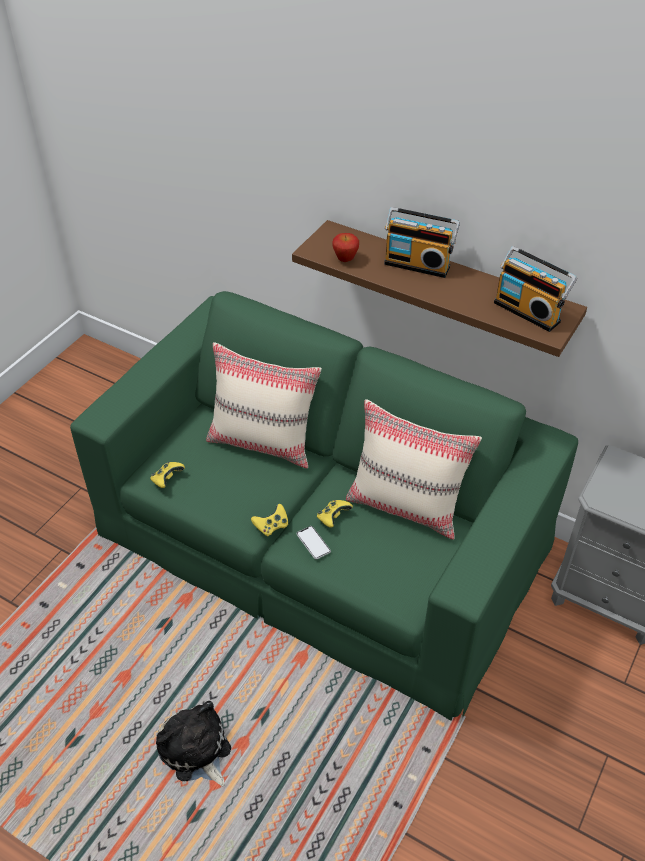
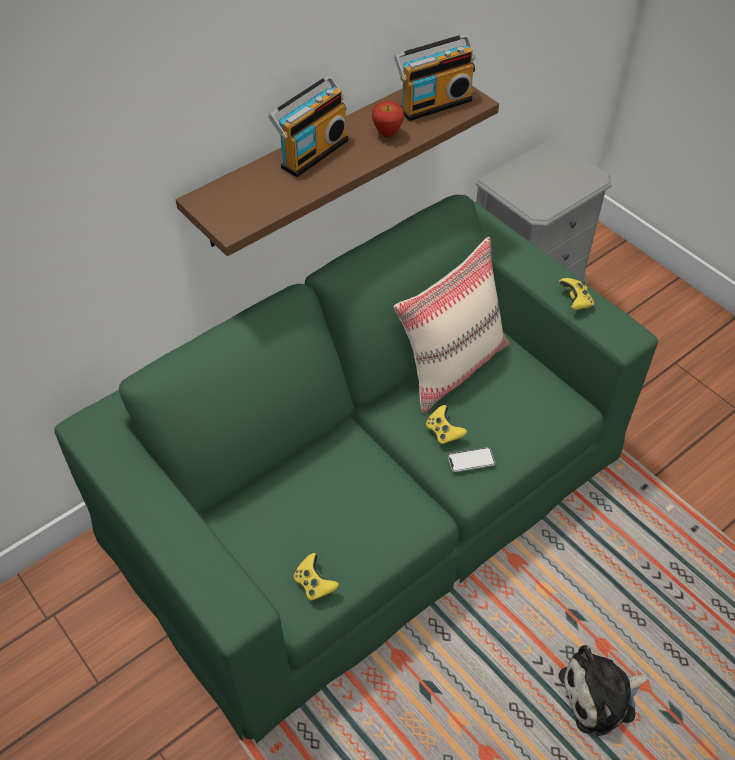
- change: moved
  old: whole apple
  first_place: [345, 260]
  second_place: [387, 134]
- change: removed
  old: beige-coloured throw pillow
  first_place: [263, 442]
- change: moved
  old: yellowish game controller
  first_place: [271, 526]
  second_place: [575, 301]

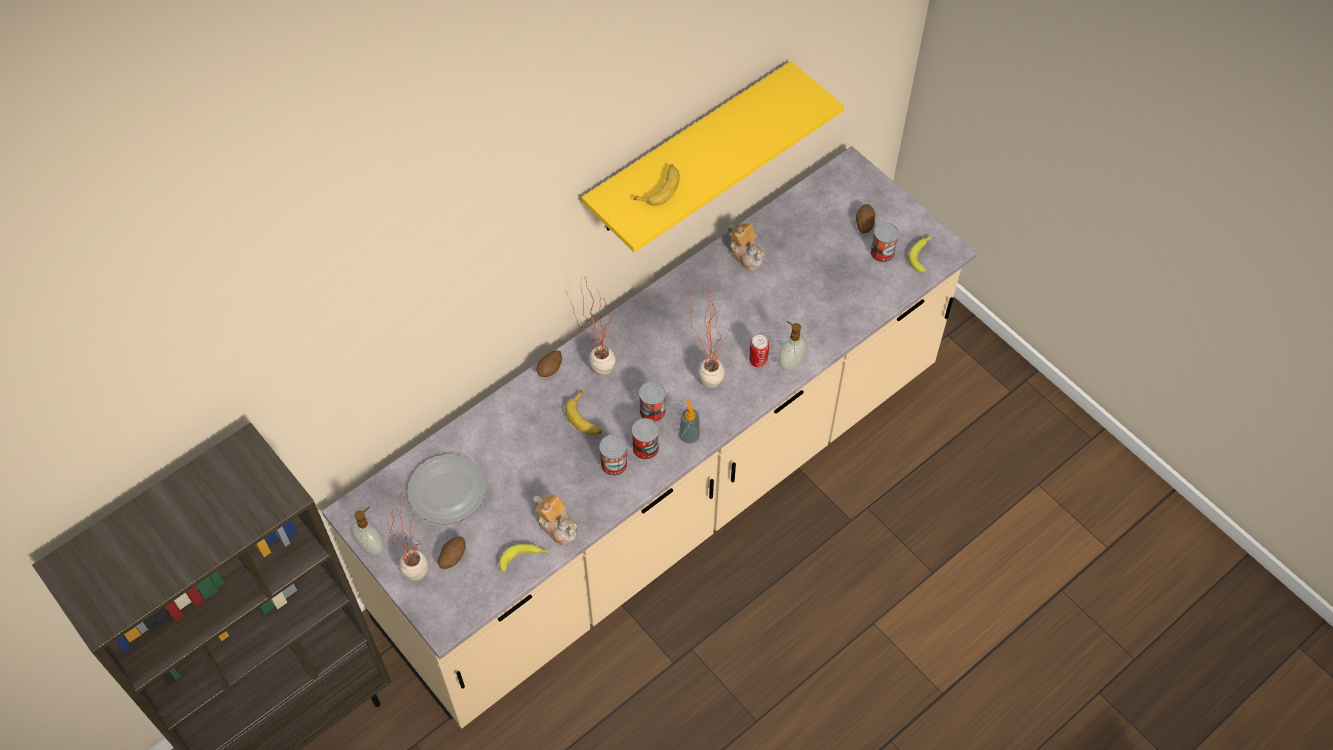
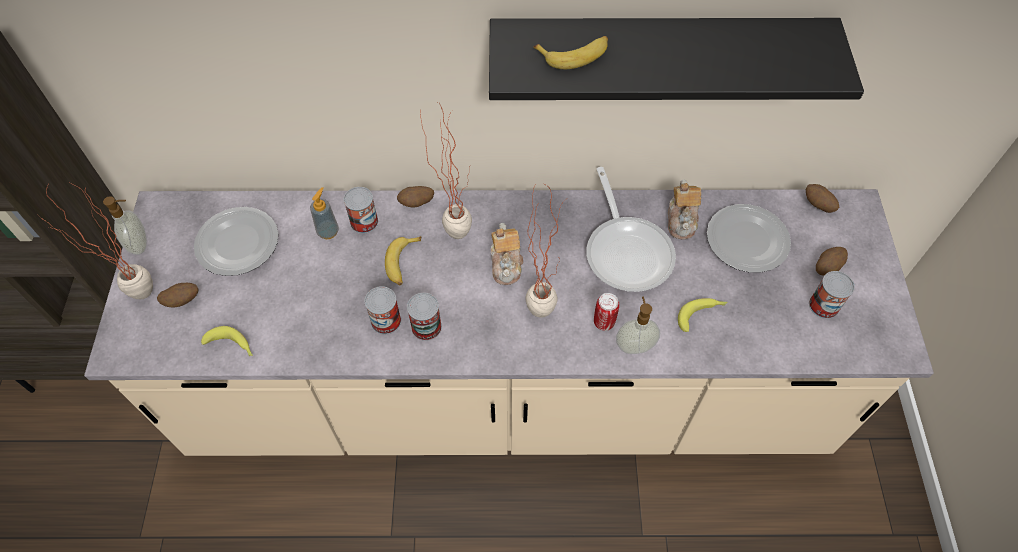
- change: recoloured
  old: yellowish wall shelf
  new: black wall shelf
  first_place: [688, 151]
  second_place: [657, 54]
- change: moved
  old: banana
  first_place: [922, 254]
  second_place: [701, 315]
- change: moved
  old: can
  first_place: [652, 411]
  second_place: [364, 222]
- change: moved
  old: soap bottle
  first_place: [689, 436]
  second_place: [328, 231]
- change: moved
  old: pot for tea
  first_place: [557, 526]
  second_place: [506, 264]
- change: added
  new: pan
  second_place: [627, 251]
- change: added
  new: whole potato
  second_place: [817, 205]
- change: added
  new: dinner plate
  second_place: [746, 239]

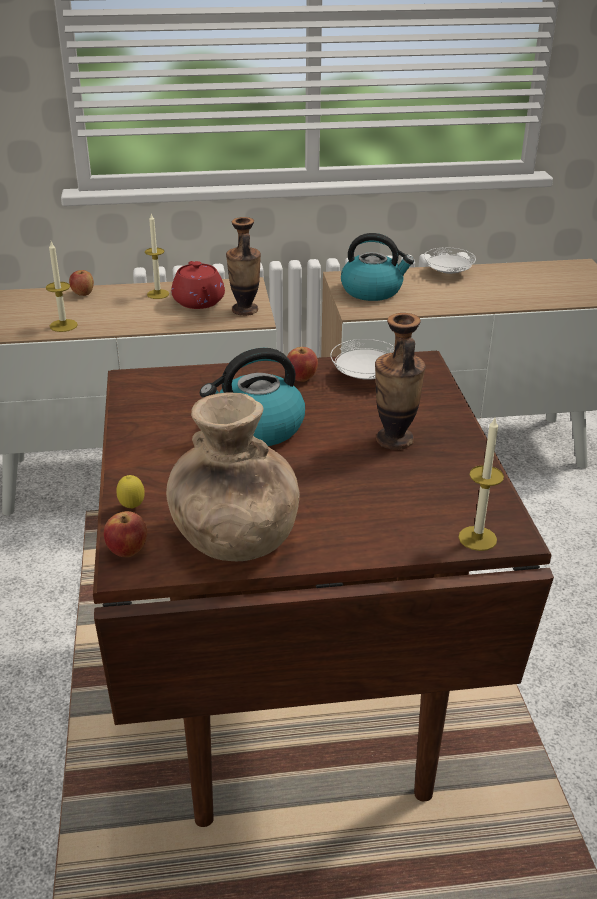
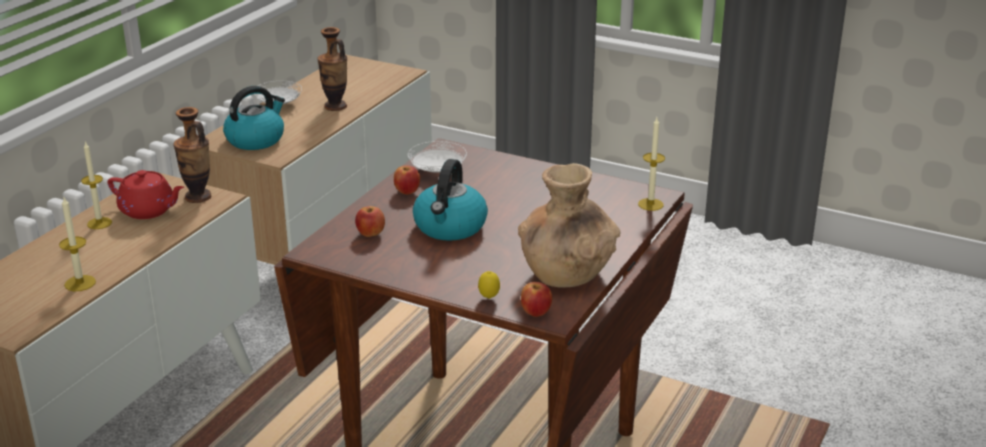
- change: moved
  old: whole apple
  first_place: [83, 294]
  second_place: [370, 234]
- change: moved
  old: flower vase
  first_place: [394, 440]
  second_place: [335, 106]

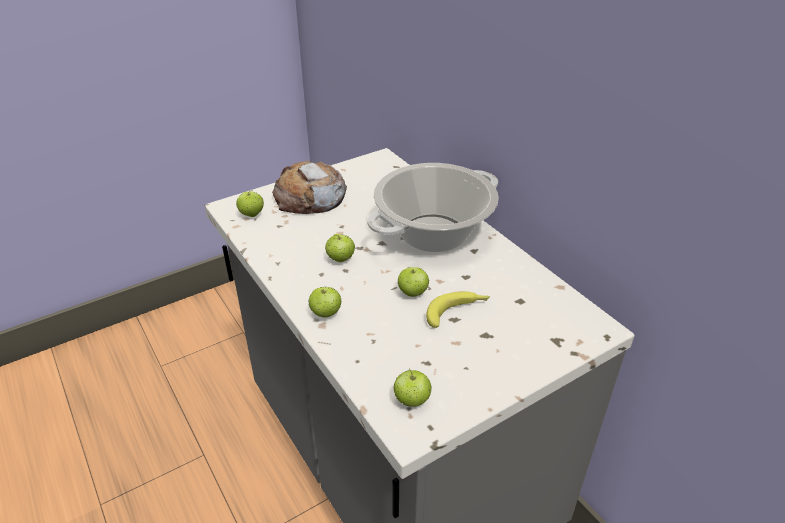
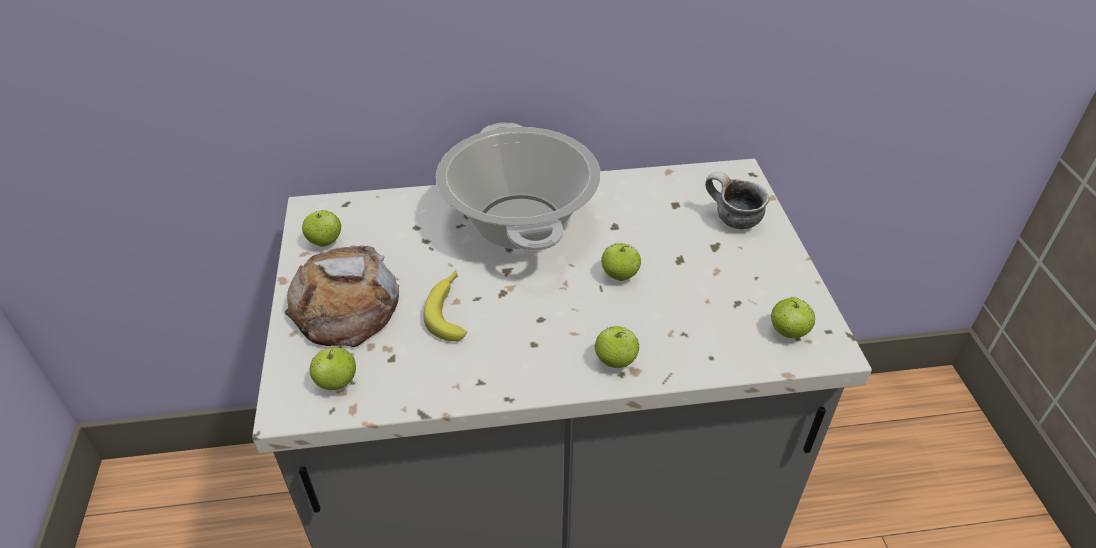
- change: moved
  old: whole apple
  first_place: [340, 259]
  second_place: [325, 242]
- change: moved
  old: banana
  first_place: [457, 312]
  second_place: [450, 309]
- change: added
  new: coffee mug
  second_place: [730, 220]

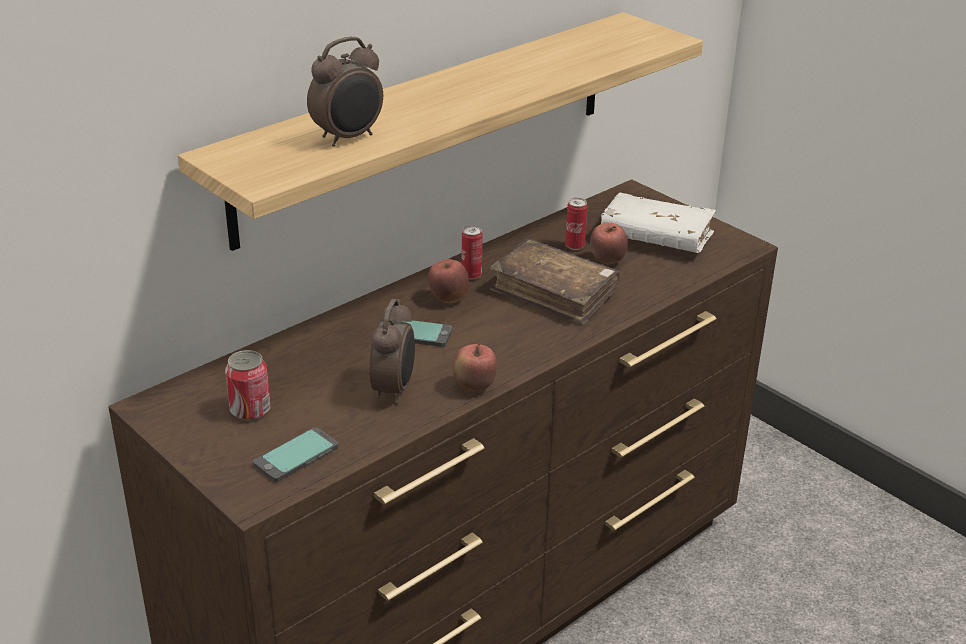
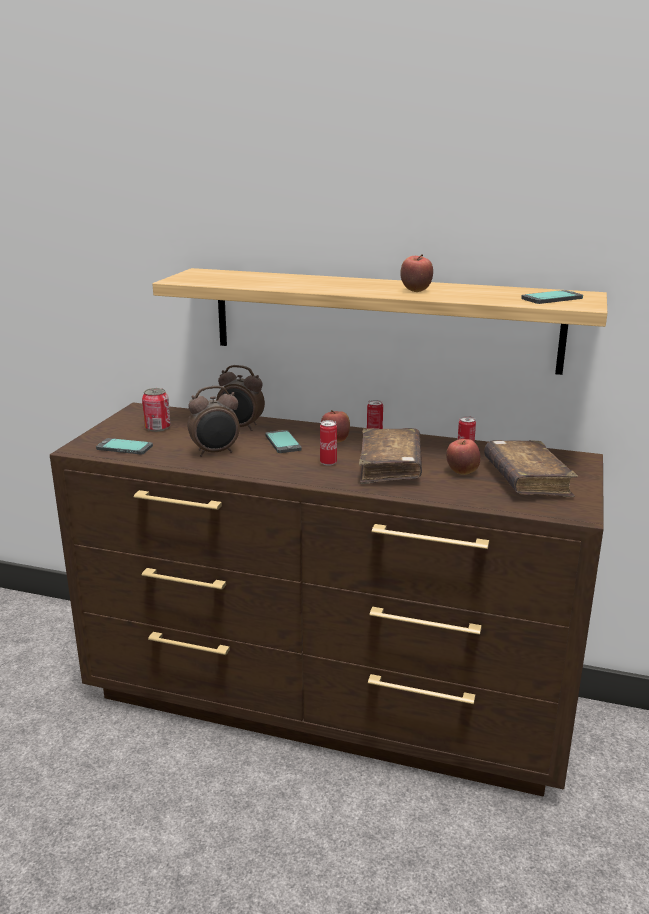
- change: moved
  old: alarm clock
  first_place: [349, 138]
  second_place: [241, 427]
- change: recoloured
  old: whitish volume
  new: brownish volume
  first_place: [655, 237]
  second_place: [526, 480]
- change: moved
  old: whole apple
  first_place: [474, 387]
  second_place: [415, 291]
- change: added
  new: handset
  second_place: [551, 298]
- change: added
  new: can
  second_place: [328, 463]

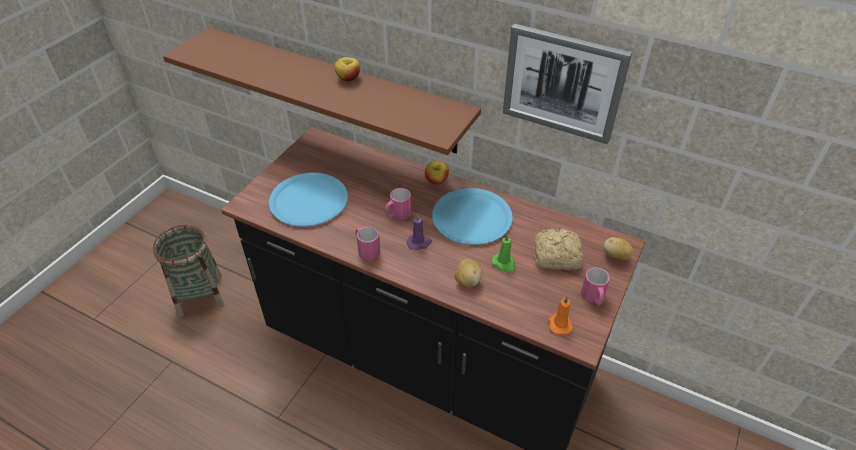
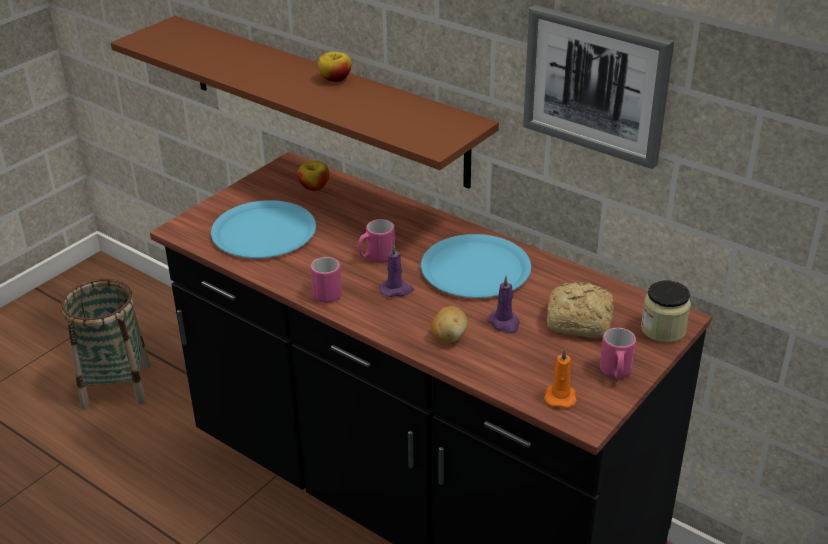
- change: moved
  old: whole apple
  first_place: [436, 180]
  second_place: [314, 187]
- change: recoloured
  old: greenish candle
  new: purplish candle
  first_place: [504, 264]
  second_place: [504, 323]
- change: replaced
  old: whole potato
  new: preserve jar
  first_place: [615, 256]
  second_place: [663, 329]

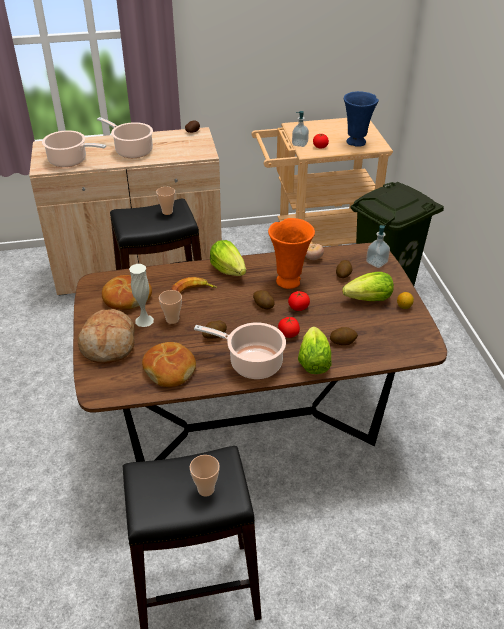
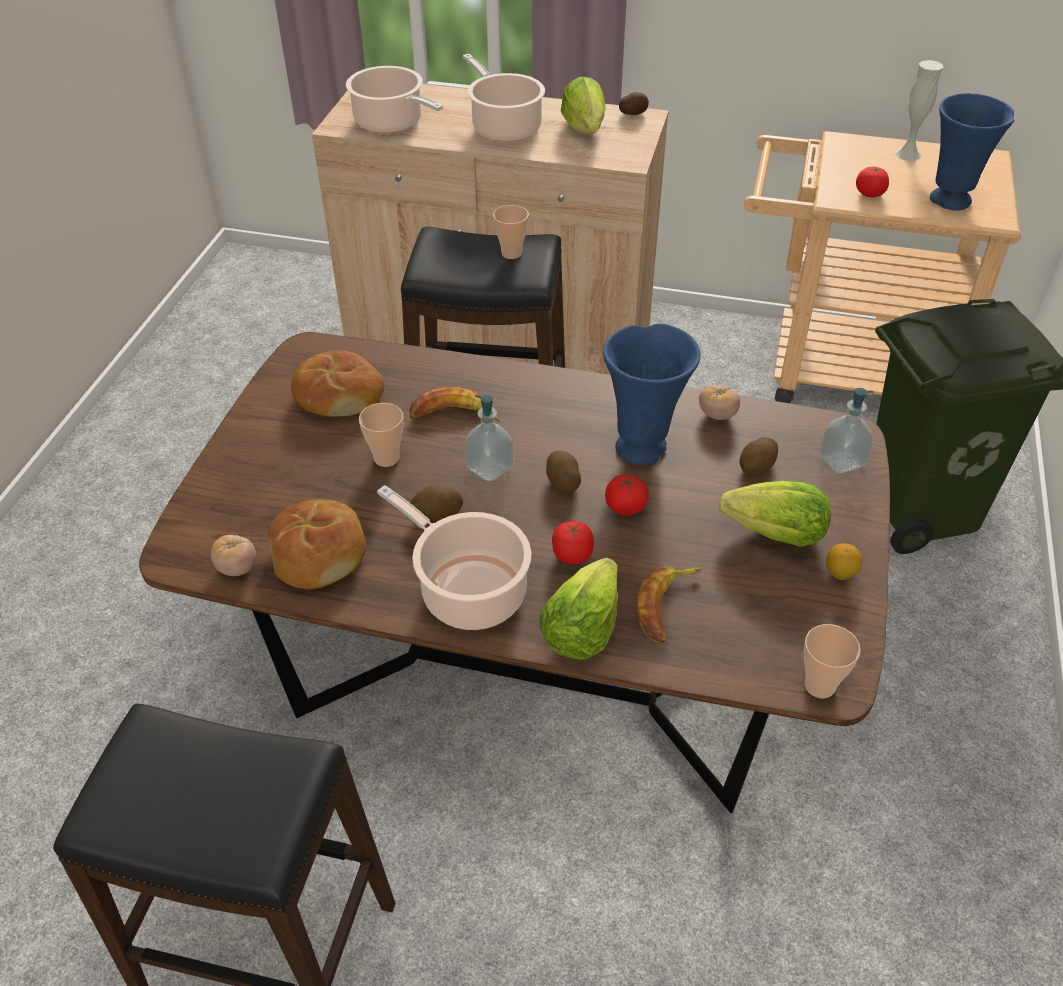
- change: moved
  old: soap bottle
  first_place: [300, 144]
  second_place: [489, 468]
- change: recoloured
  old: orangey flower vase
  new: blue-coloured flower vase
  first_place: [289, 280]
  second_place: [643, 447]
- change: moved
  old: lettuce
  first_place: [228, 270]
  second_place: [585, 128]
- change: moved
  old: whitish flower vase
  first_place: [144, 320]
  second_place: [908, 154]
- change: removed
  old: bakery bread
  first_place: [109, 345]
- change: replaced
  old: whole potato
  new: banana
  first_place: [343, 342]
  second_place: [666, 606]
- change: moved
  old: drinking cup
  first_place: [206, 489]
  second_place: [819, 686]
- change: added
  new: tomato
  second_place: [237, 568]

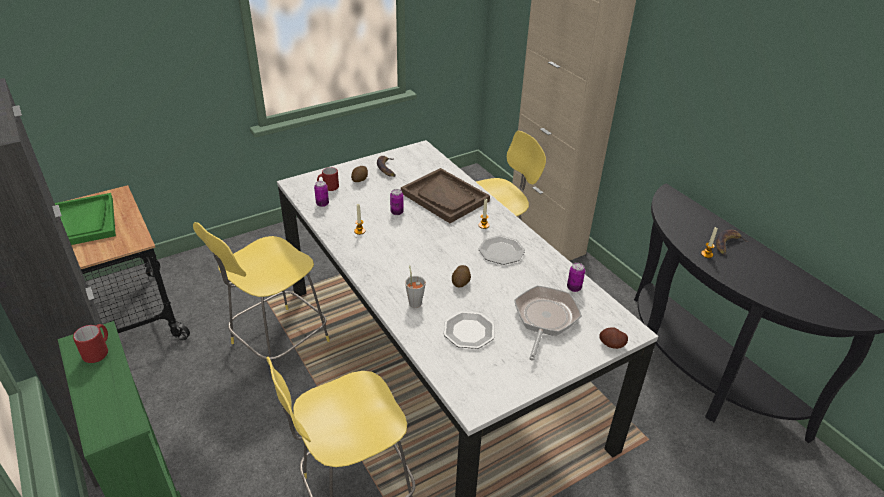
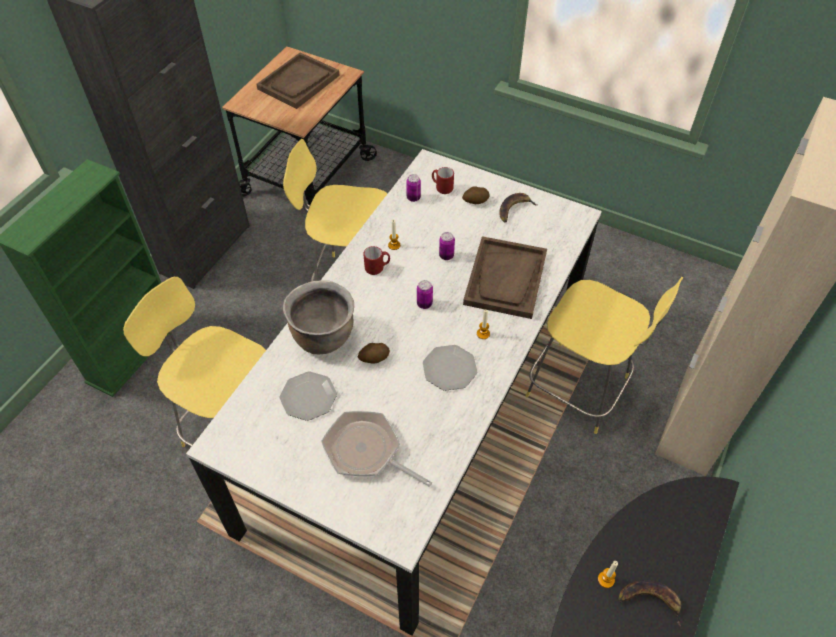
- change: recoloured
  old: greenish tray
  new: brownish tray
  first_place: [84, 222]
  second_place: [298, 82]
- change: moved
  old: can
  first_place: [574, 288]
  second_place: [424, 304]
- change: replaced
  old: grey drinking cup
  new: brownish saucepot
  first_place: [414, 301]
  second_place: [323, 336]
- change: turned
  old: pan
  first_place: [544, 319]
  second_place: [367, 451]
  degrees: -135
- change: moved
  old: red-coloured coffee mug
  first_place: [99, 352]
  second_place: [377, 268]
- change: removed
  old: whole potato
  first_place: [612, 344]

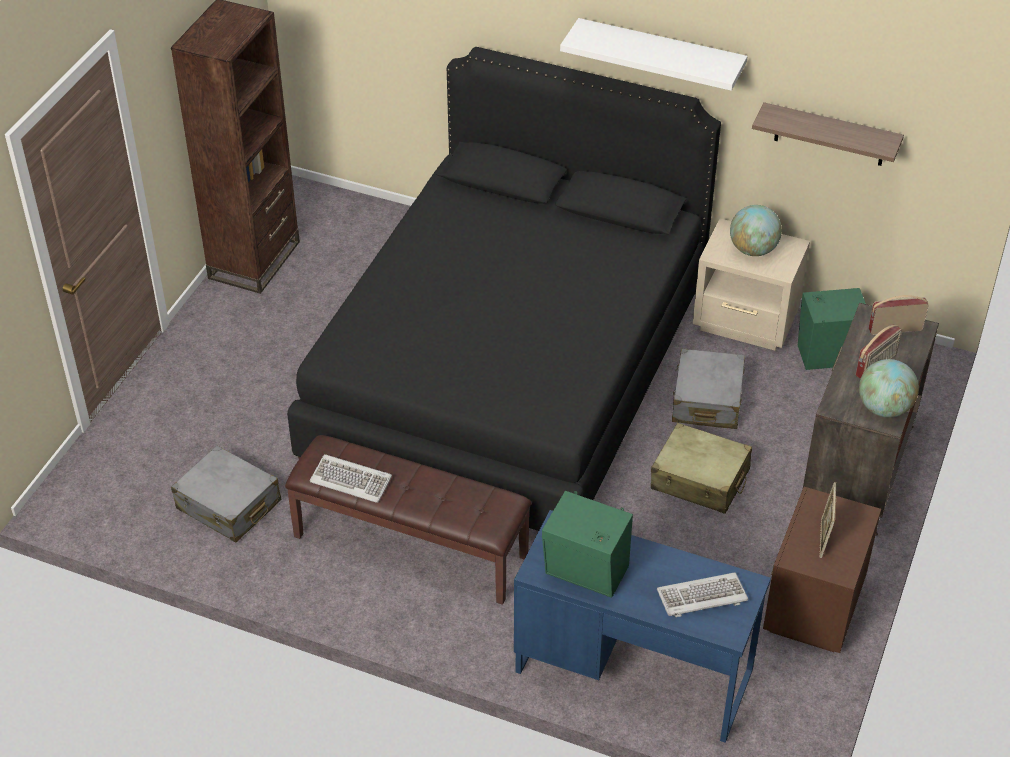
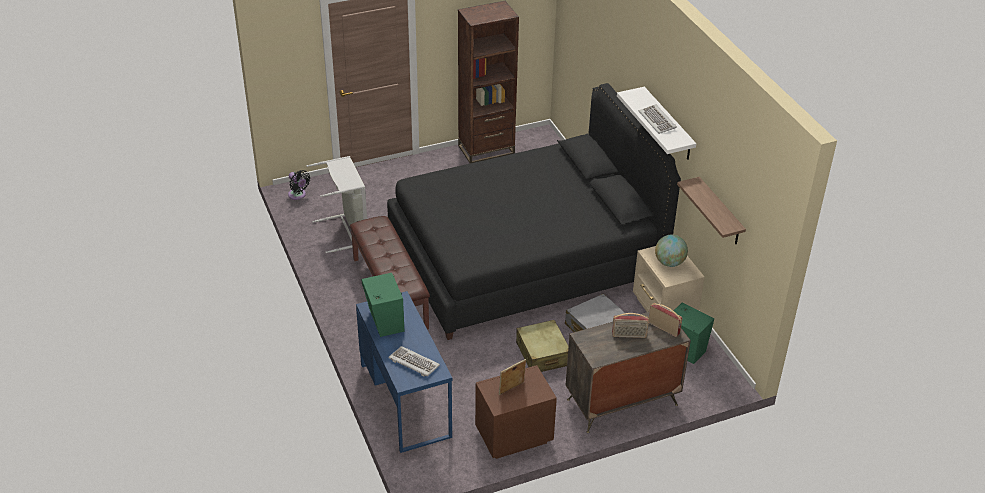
- change: removed
  old: world globe
  first_place: [884, 408]
- change: replaced
  old: grey travel case
  new: grey washing basket
  first_place: [228, 505]
  second_place: [347, 232]
- change: moved
  old: keyboard
  first_place: [351, 480]
  second_place: [657, 120]
- change: added
  new: black cooling fan
  second_place: [298, 195]

